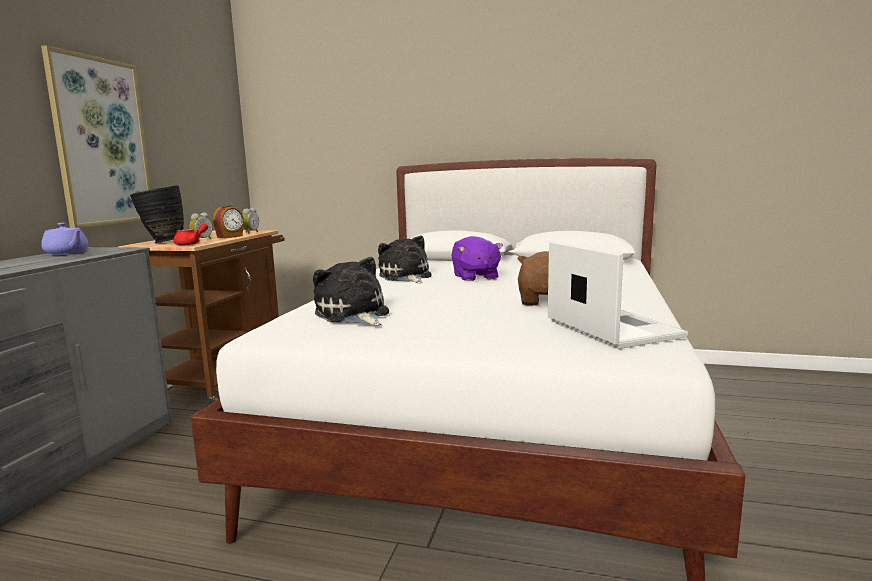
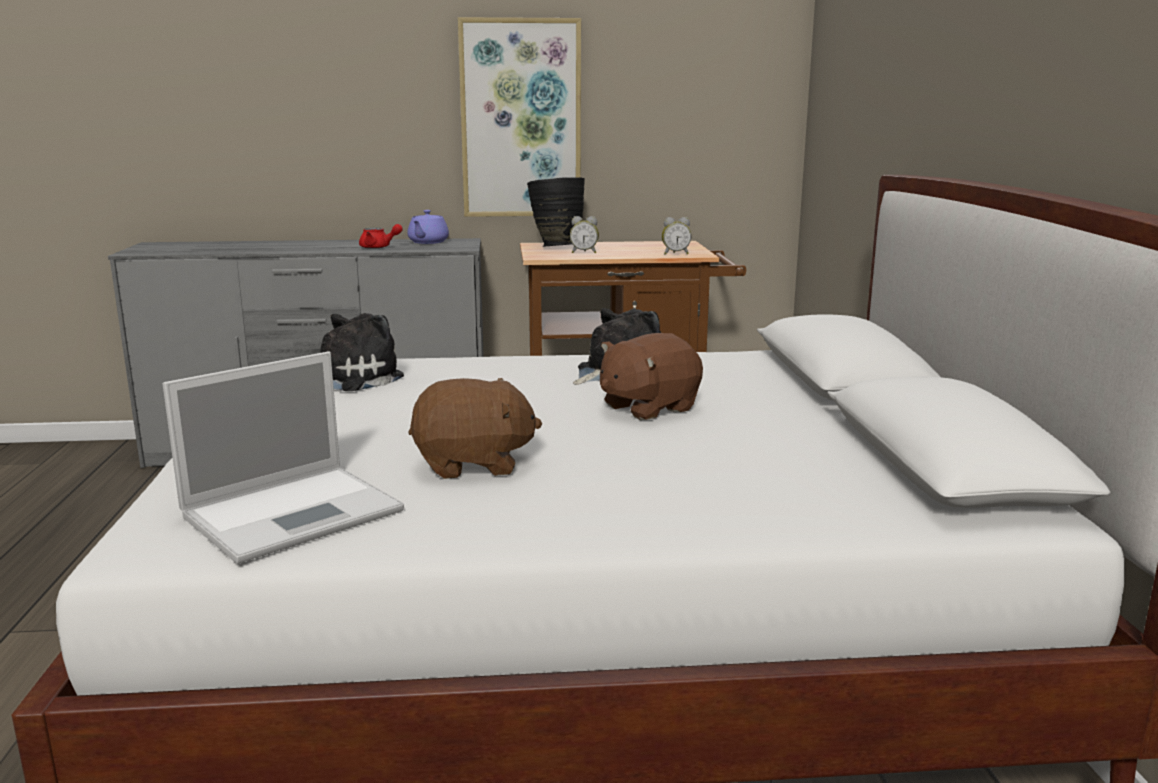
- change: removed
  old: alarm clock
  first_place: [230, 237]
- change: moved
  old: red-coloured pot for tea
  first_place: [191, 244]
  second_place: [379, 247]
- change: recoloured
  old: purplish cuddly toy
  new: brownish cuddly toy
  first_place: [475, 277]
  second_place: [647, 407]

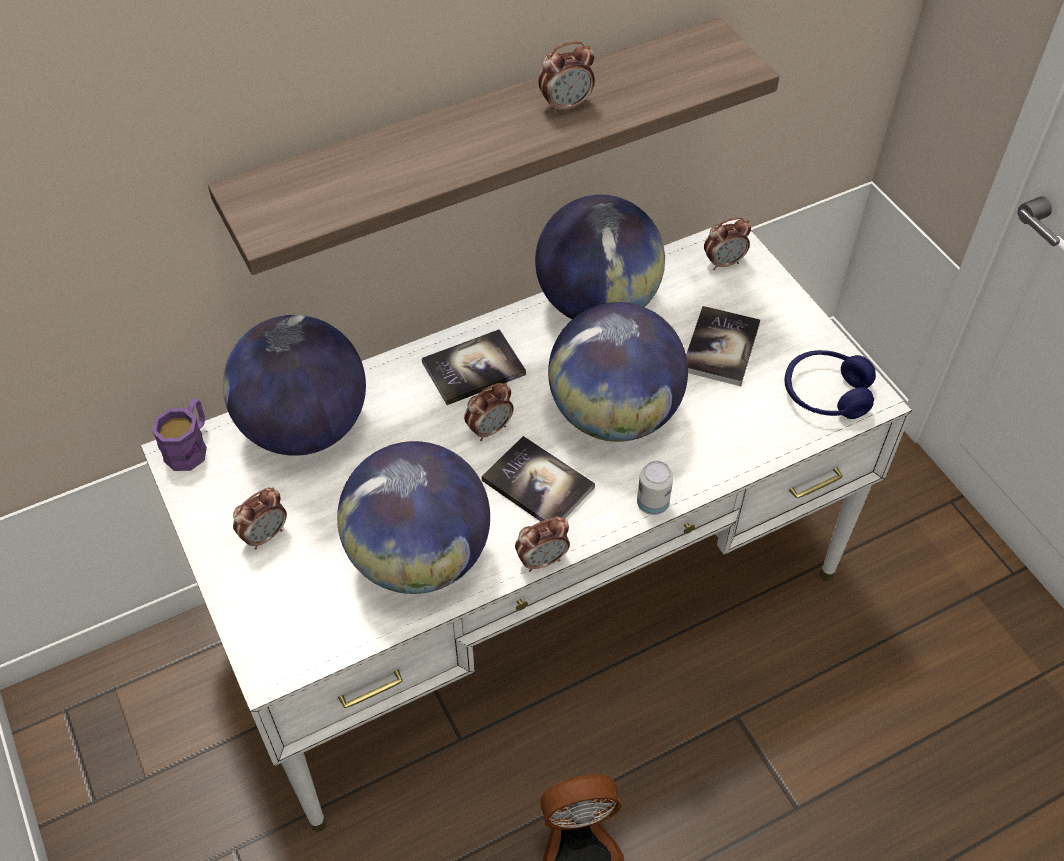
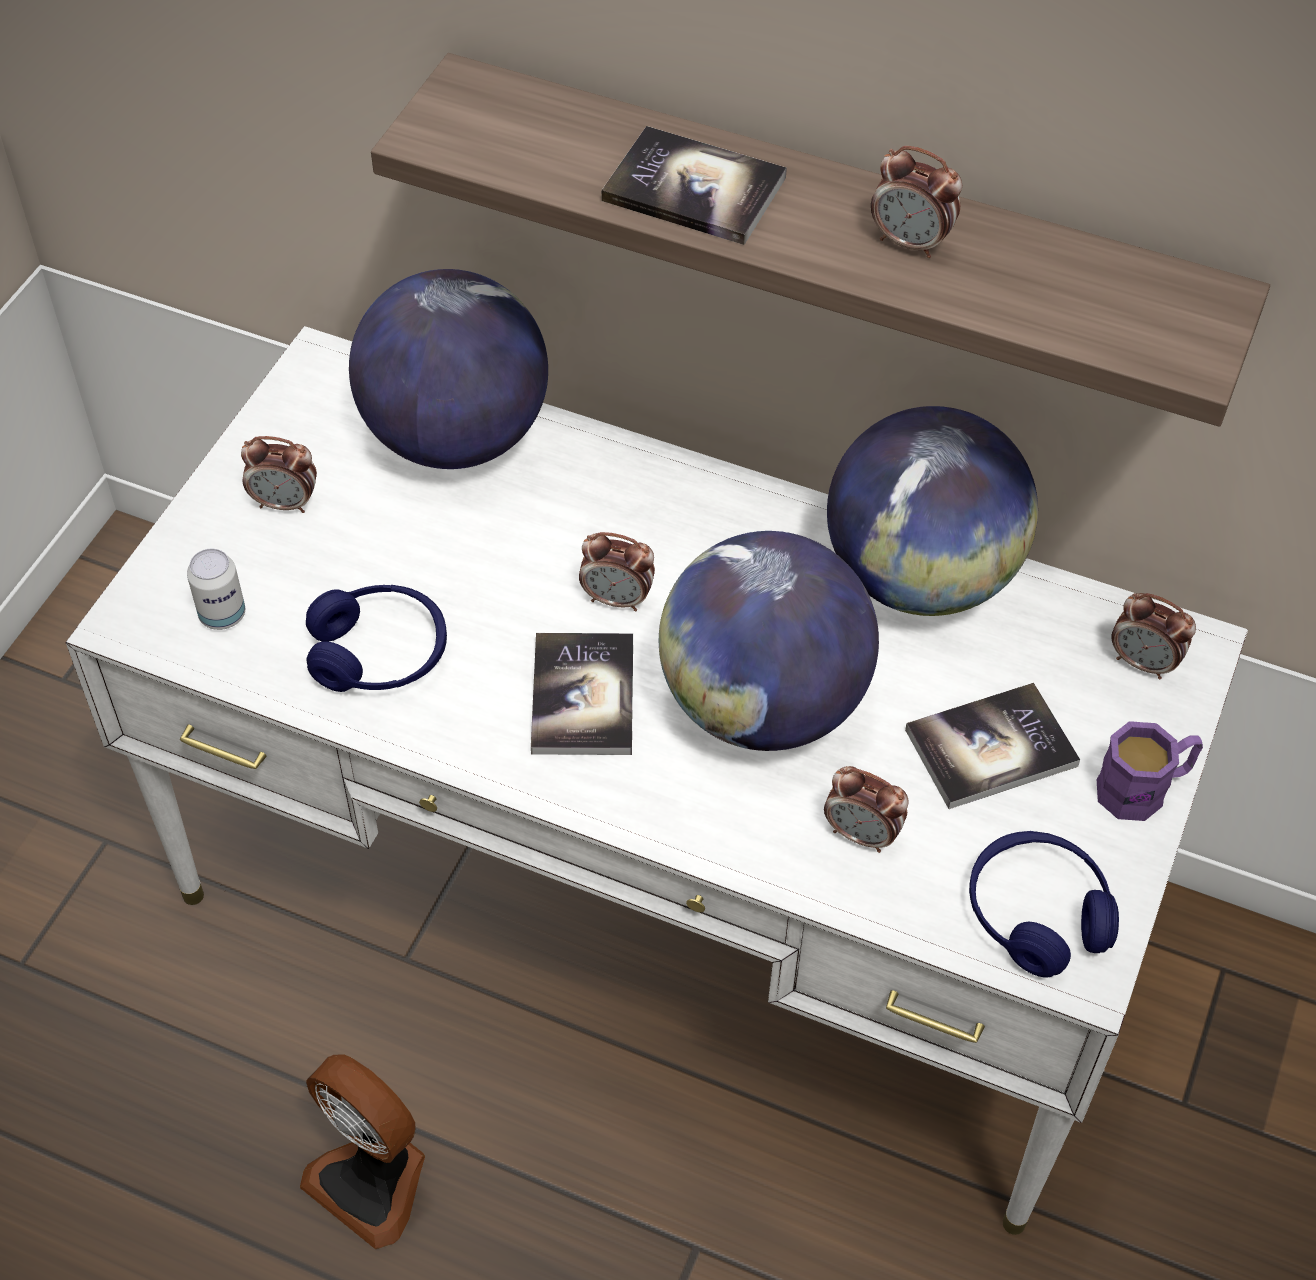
- change: moved
  old: volume
  first_place: [473, 368]
  second_place: [694, 189]
- change: moved
  old: purplish coffee mug
  first_place: [190, 446]
  second_place: [1143, 788]
- change: replaced
  old: world globe
  new: blue-coloured headset
  first_place: [420, 557]
  second_place: [379, 653]
- change: moved
  old: can
  first_place: [652, 504]
  second_place: [222, 615]
- change: moved
  old: alarm clock
  first_place: [542, 560]
  second_place: [862, 834]

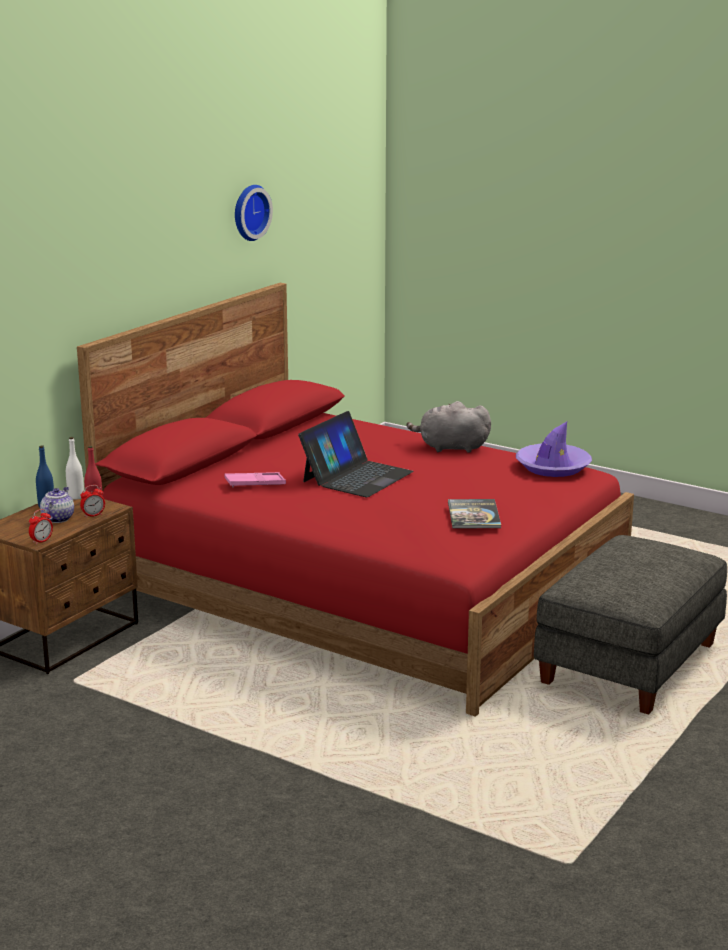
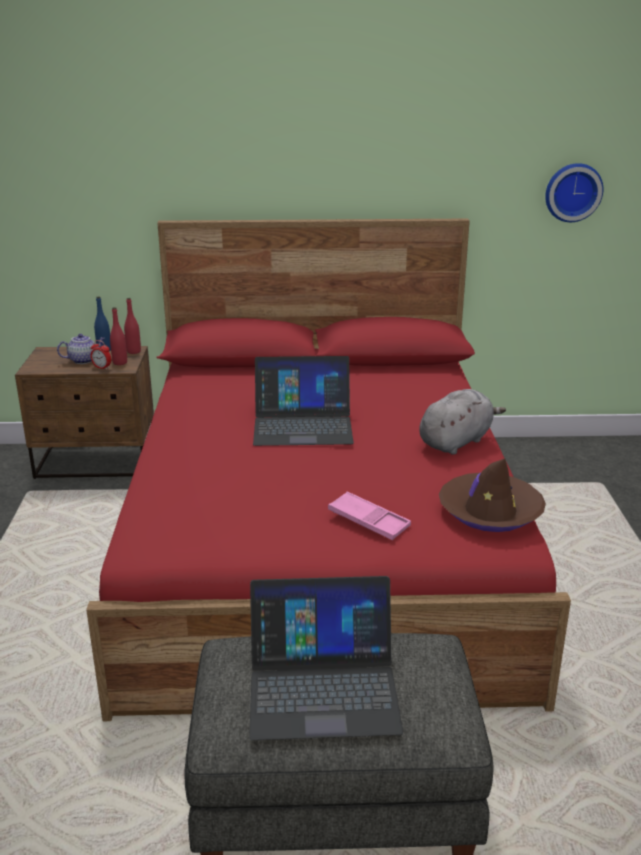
- change: moved
  old: clock on the wall
  first_place: [249, 212]
  second_place: [572, 192]
- change: turned
  old: grey cuddly toy
  first_place: [450, 448]
  second_place: [456, 441]
  degrees: 75
- change: recoloured
  old: purplish clothing hat
  new: brownish clothing hat
  first_place: [552, 467]
  second_place: [490, 511]
- change: recoloured
  old: whitish beverage bottle
  new: red-coloured beverage bottle
  first_place: [76, 497]
  second_place: [134, 351]
- change: moved
  old: pinkish tray
  first_place: [255, 484]
  second_place: [368, 521]
- change: removed
  old: volume
  first_place: [473, 515]
- change: removed
  old: alarm clock
  first_place: [41, 541]
- change: added
  new: notebook computer
  second_place: [323, 687]

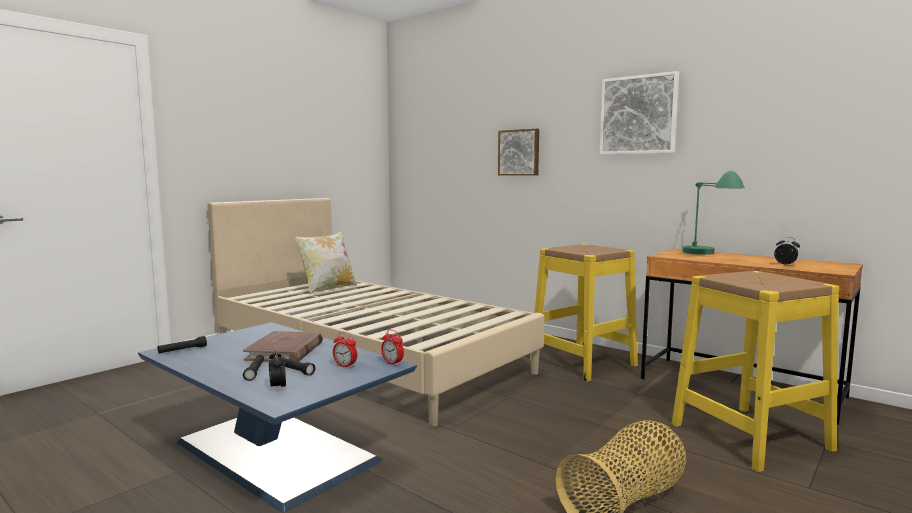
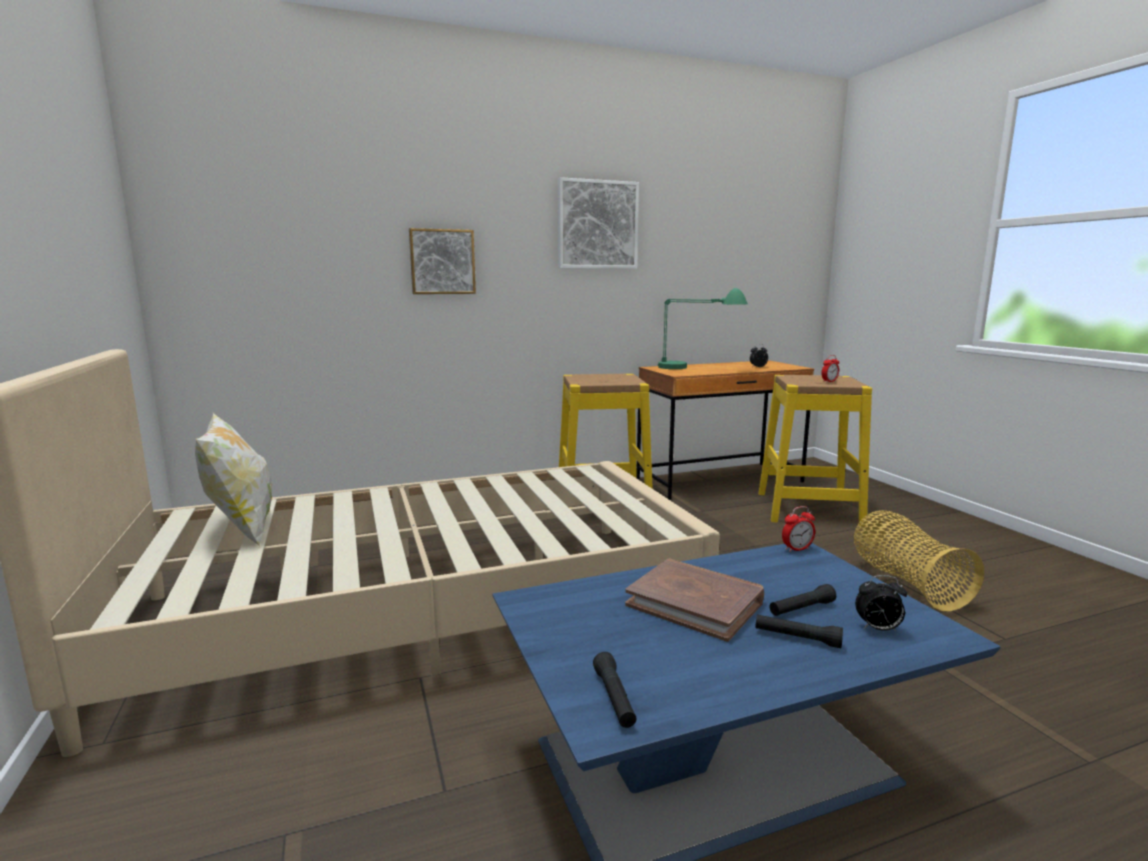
- change: moved
  old: alarm clock
  first_place: [345, 366]
  second_place: [829, 381]

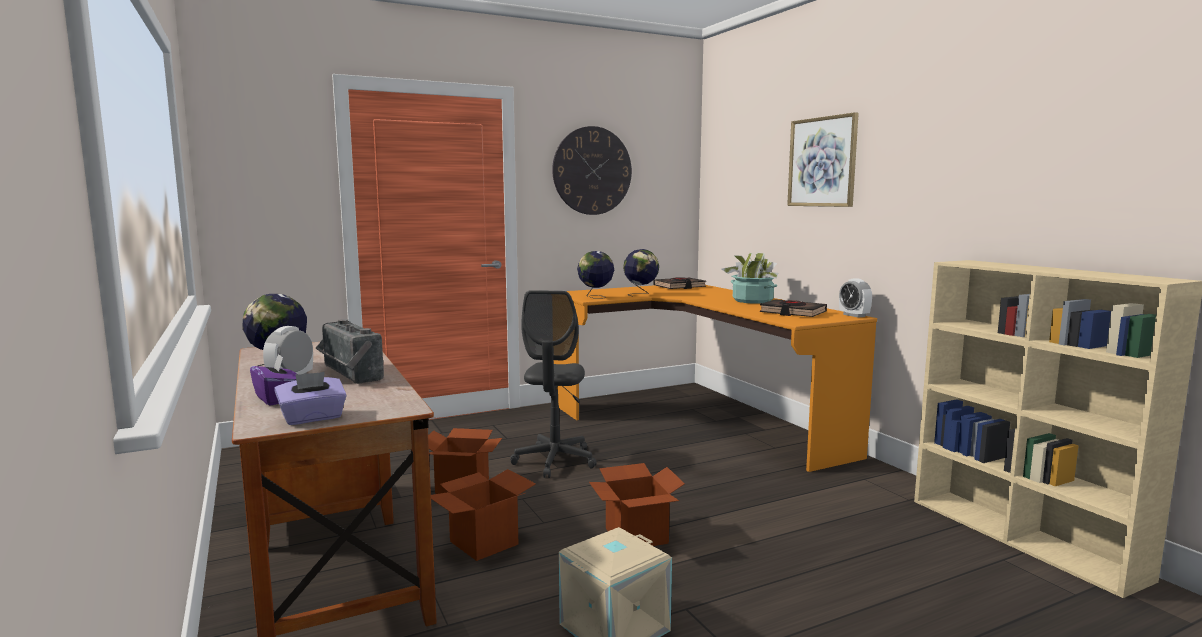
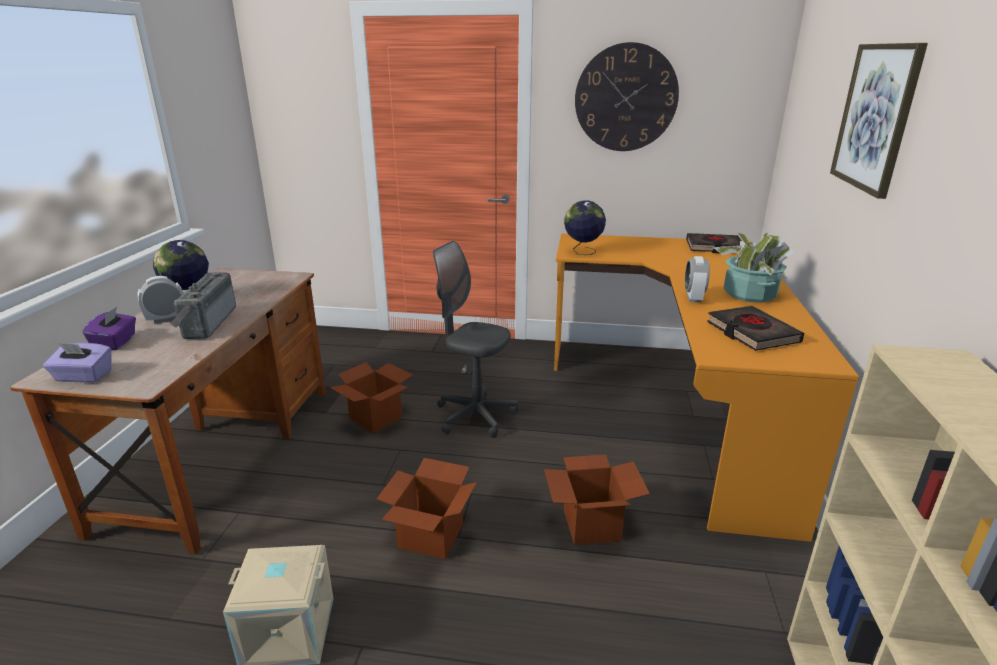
- change: removed
  old: world globe
  first_place: [641, 294]
- change: moved
  old: alarm clock
  first_place: [854, 315]
  second_place: [693, 298]
- change: turned
  old: grey office chair
  first_place: [555, 461]
  second_place: [475, 416]
  degrees: 75
- change: moved
  old: packing box
  first_place: [484, 543]
  second_place: [592, 525]

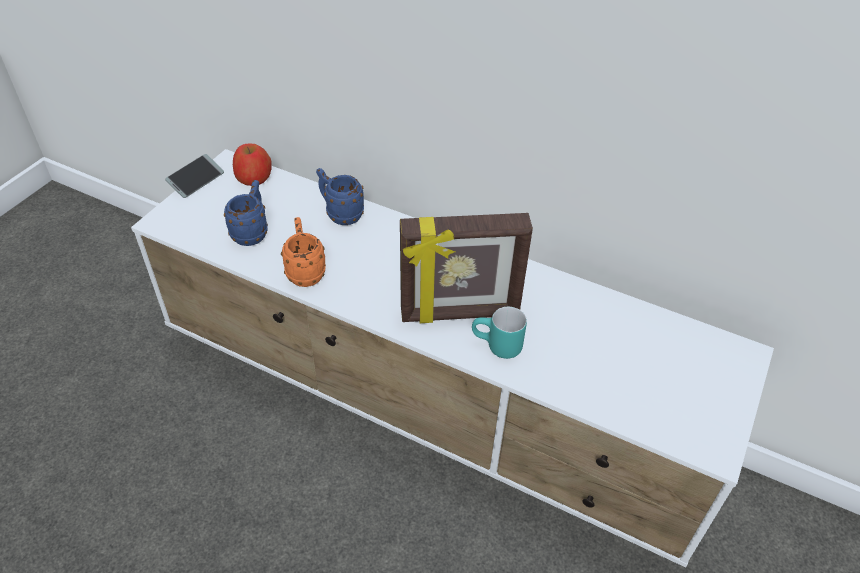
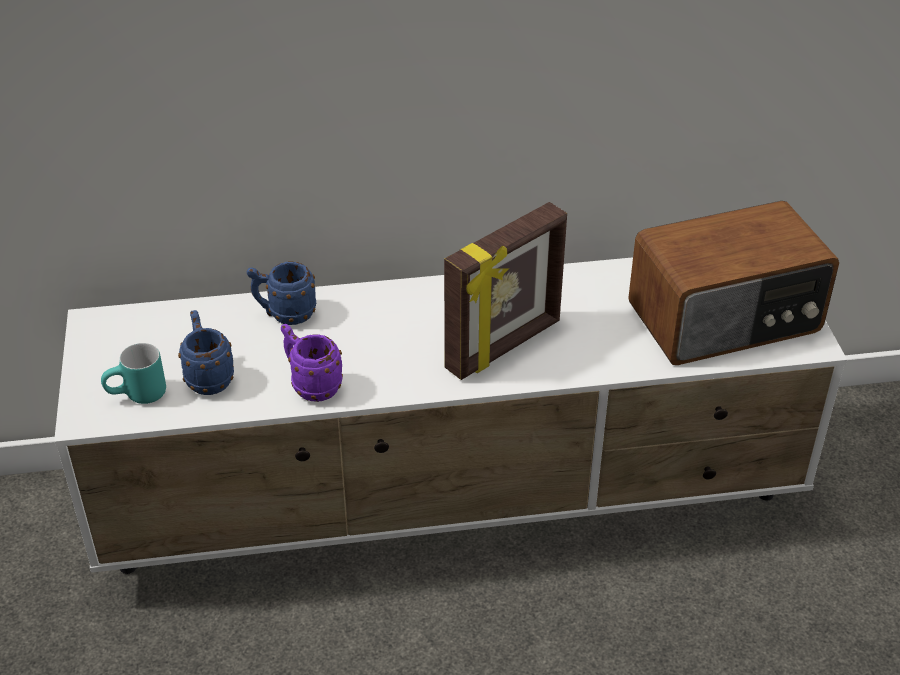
- change: removed
  old: whole apple
  first_place: [254, 177]
- change: removed
  old: handset
  first_place: [196, 180]
- change: recoloured
  old: orangey coffee mug
  new: purplish coffee mug
  first_place: [305, 271]
  second_place: [311, 385]
- change: moved
  old: turquoise-coloured coffee mug
  first_place: [496, 347]
  second_place: [138, 397]
- change: added
  new: radio set
  second_place: [726, 319]

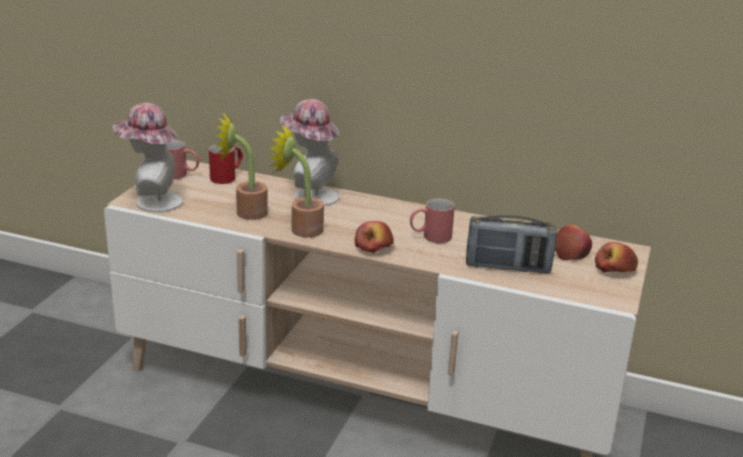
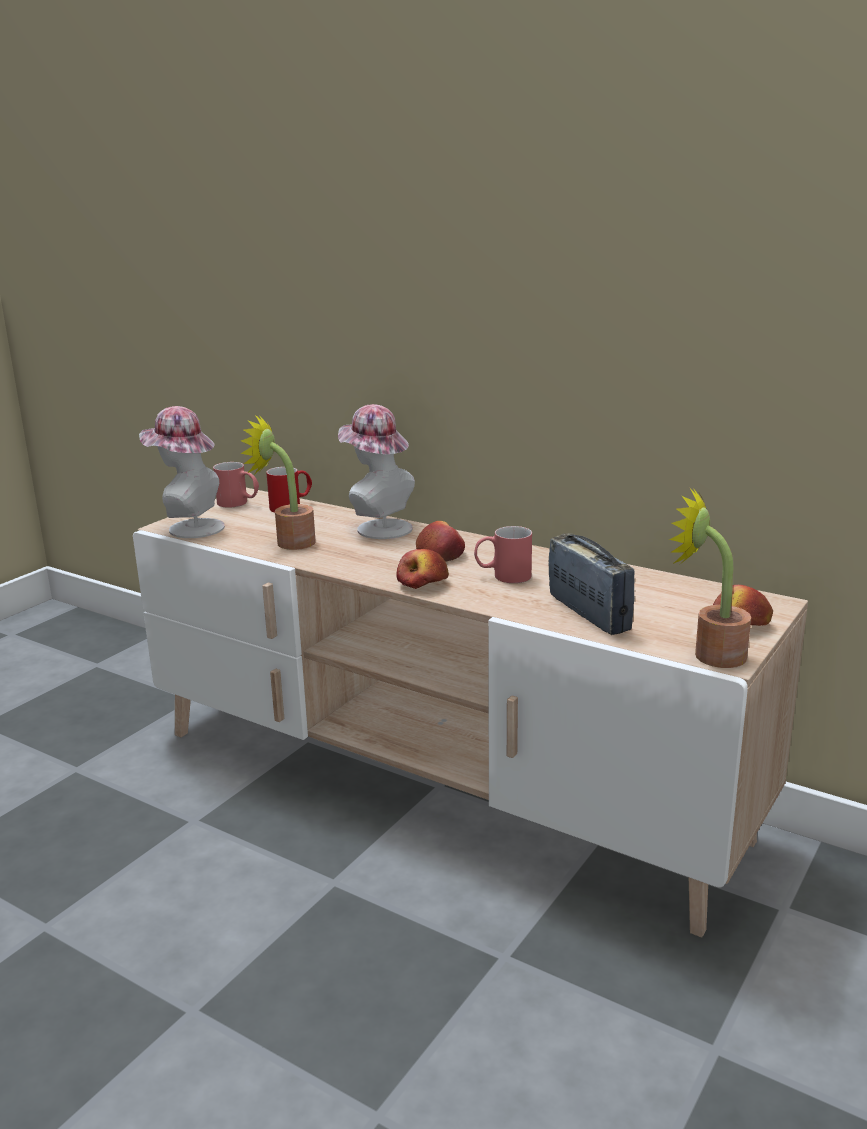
- change: moved
  old: houseplant
  first_place: [300, 229]
  second_place: [709, 653]
- change: turned
  old: radio set
  first_place: [508, 267]
  second_place: [589, 614]
  degrees: -135
- change: moved
  old: whole apple
  first_place: [570, 252]
  second_place: [440, 554]

